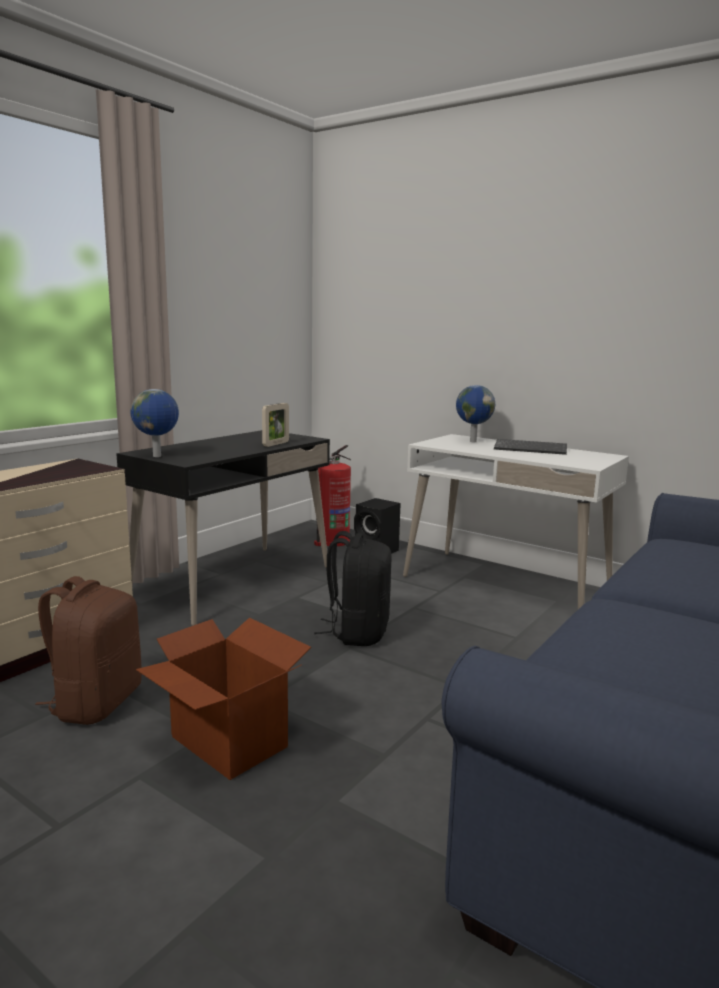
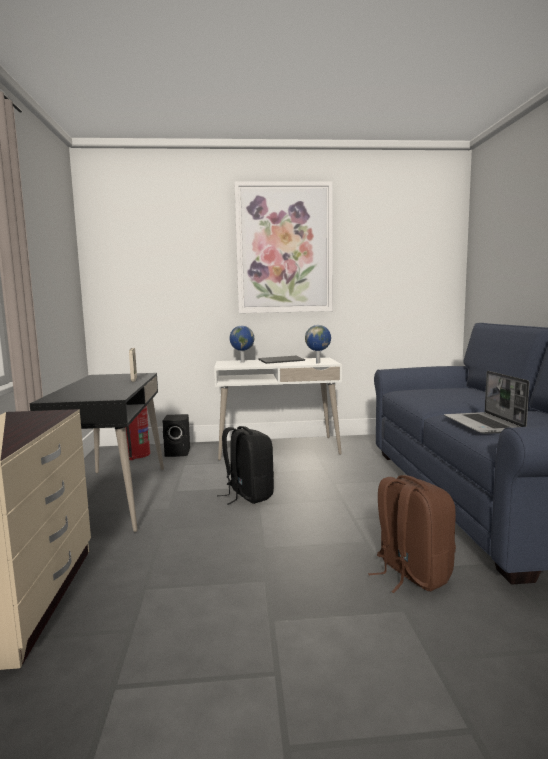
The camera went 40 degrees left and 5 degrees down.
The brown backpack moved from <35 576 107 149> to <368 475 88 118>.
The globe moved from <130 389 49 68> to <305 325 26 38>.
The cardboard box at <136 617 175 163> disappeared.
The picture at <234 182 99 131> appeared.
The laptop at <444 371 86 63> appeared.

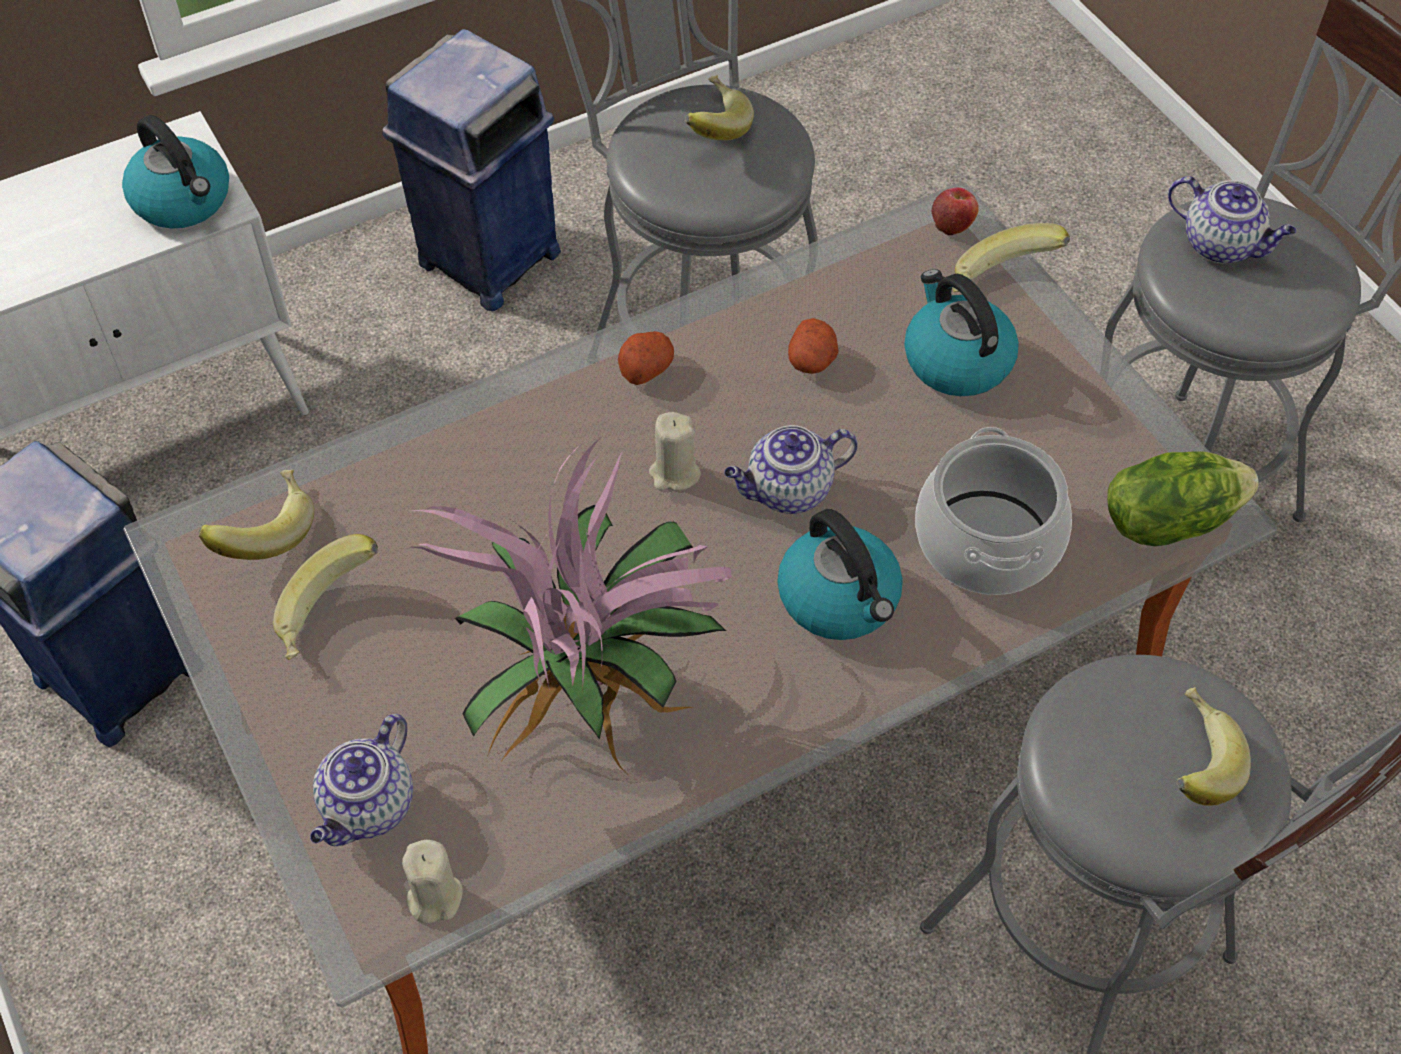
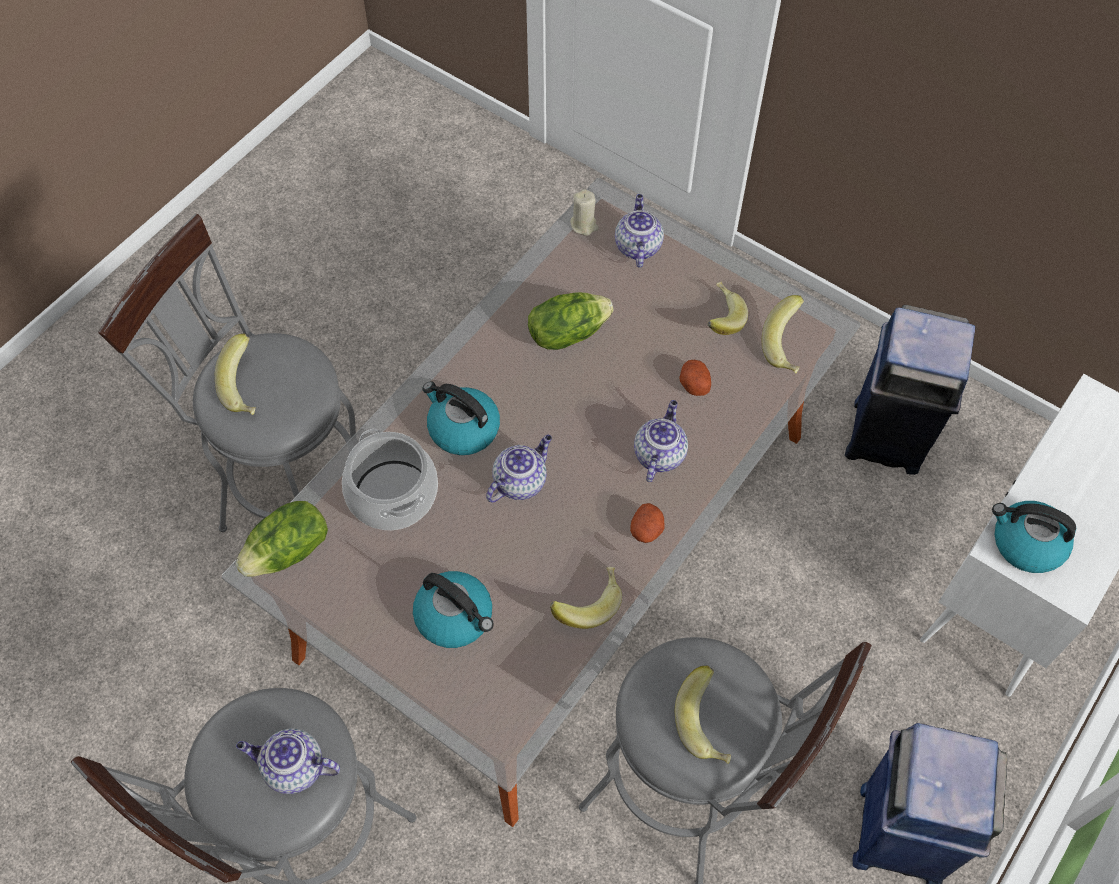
The camera went 155 degrees right and 5 degrees up.
The potted plant at <411 438 321 334> was replaced by the lettuce at <528 292 85 58>.
The beige candle at <649 412 52 79> disappeared.
The potato moved from <788 318 51 56> to <679 360 32 36>.
The apple at <932 187 47 48> disappeared.
The banana moved from <952 223 118 69> to <550 567 72 62>.
The teapot at <634 400 54 82> appeared.

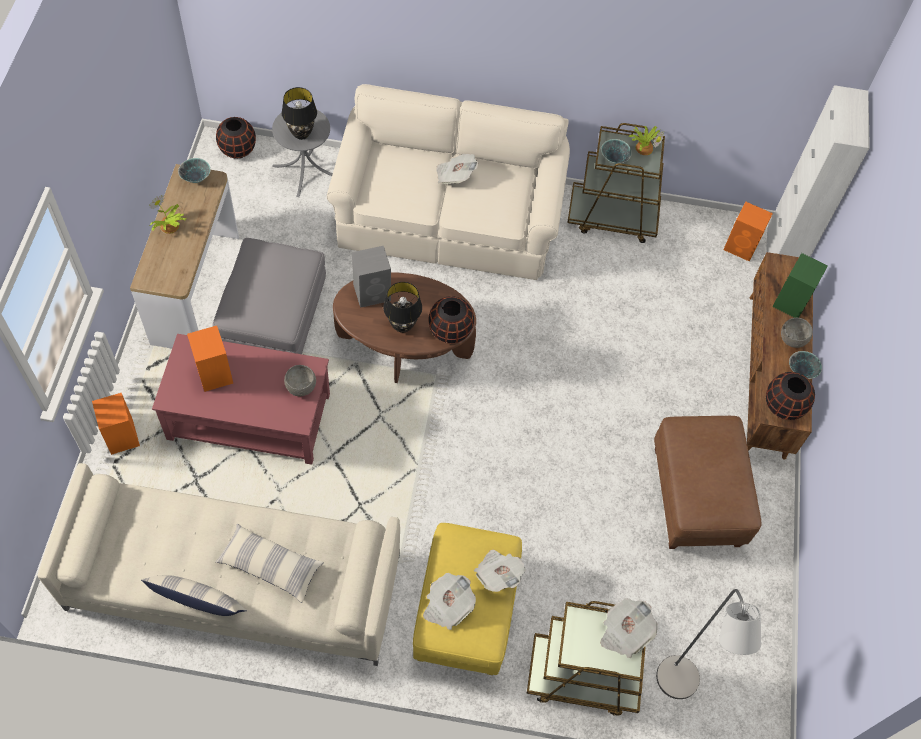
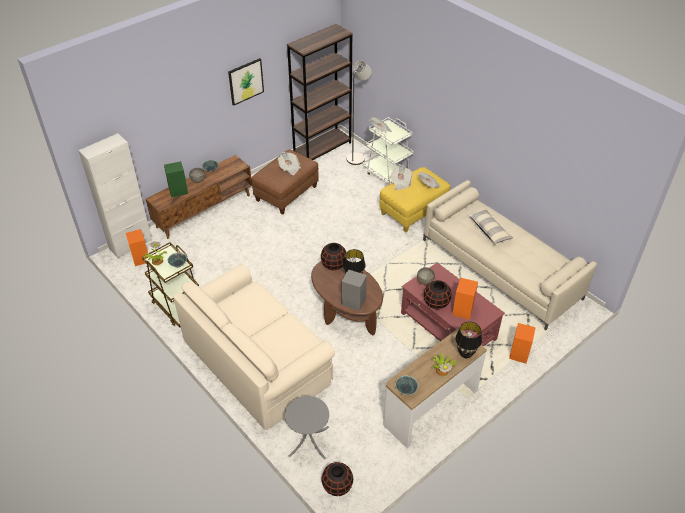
The camera went 135 degrees left and 15 degrees down.
The pillow at <141 575 106 41> disappeared.
The grey ottoman at <213 238 113 116> disappeared.
The black table lamp moved from <282 87 35 53> to <455 322 27 36>.
The newspaper moved from <437 154 41 30> to <278 152 23 23>.
The brown cart at <527 601 119 115> became the white cart at <363 117 51 68>.
The black vase moved from <766 372 49 48> to <424 280 28 29>.
The picture at <228 58 36 48> appeared.
The brown bookcase at <287 24 66 136> appeared.

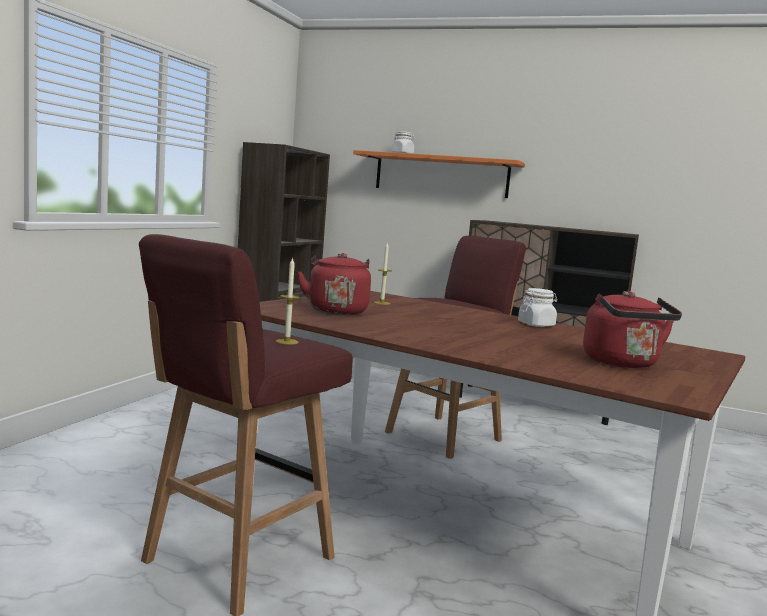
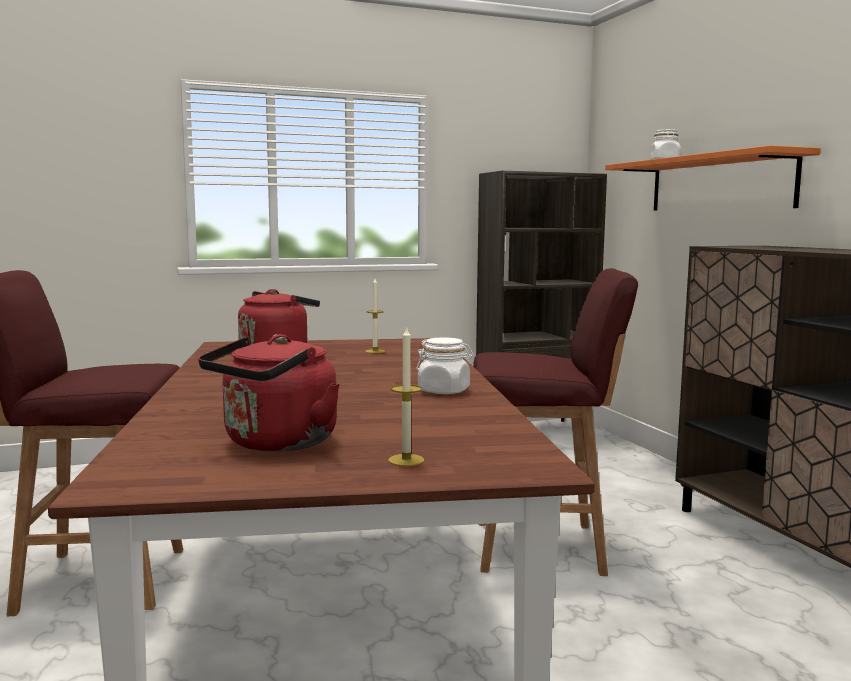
The camera went 50 degrees right and 0 degrees up.
The candle moved from <276 257 24 88> to <388 326 36 140>.

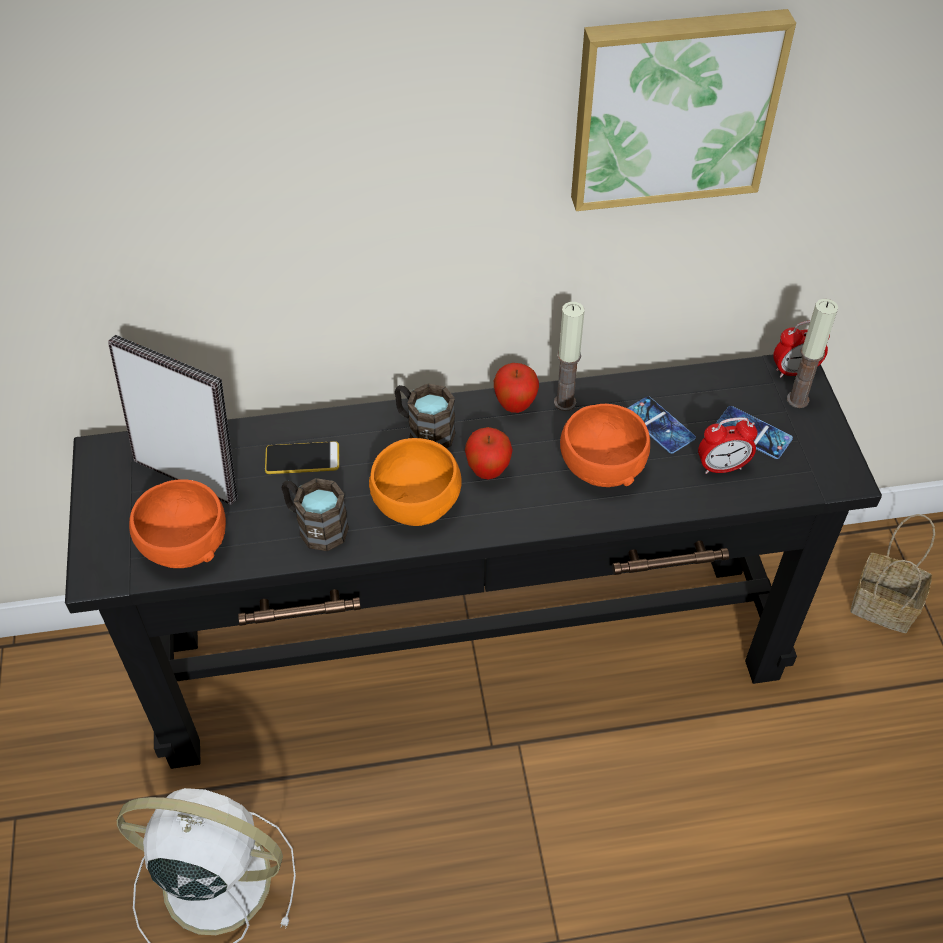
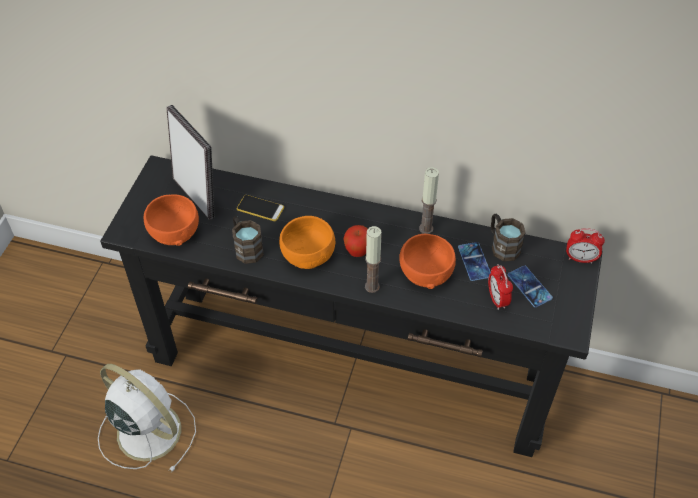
The camera went 25 degrees right and 0 degrees up.
The brown mug moved from <395 384 61 64> to <491 214 35 48>.
The apple at <494 363 45 50> disappeared.
The picture at <571 9 225 202> disappeared.
The alarm clock at <698 417 60 57> turned 60 degrees clockwise.
The candle moved from <787 299 51 109> to <365 226 17 67>.
The basket at <851 514 84 119> disappeared.

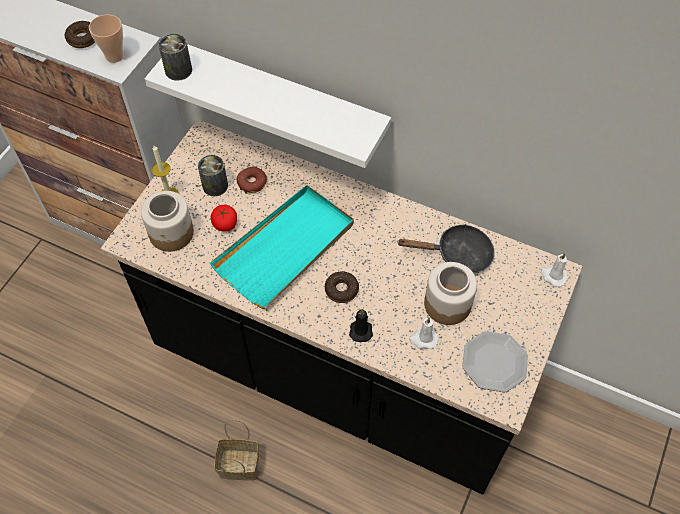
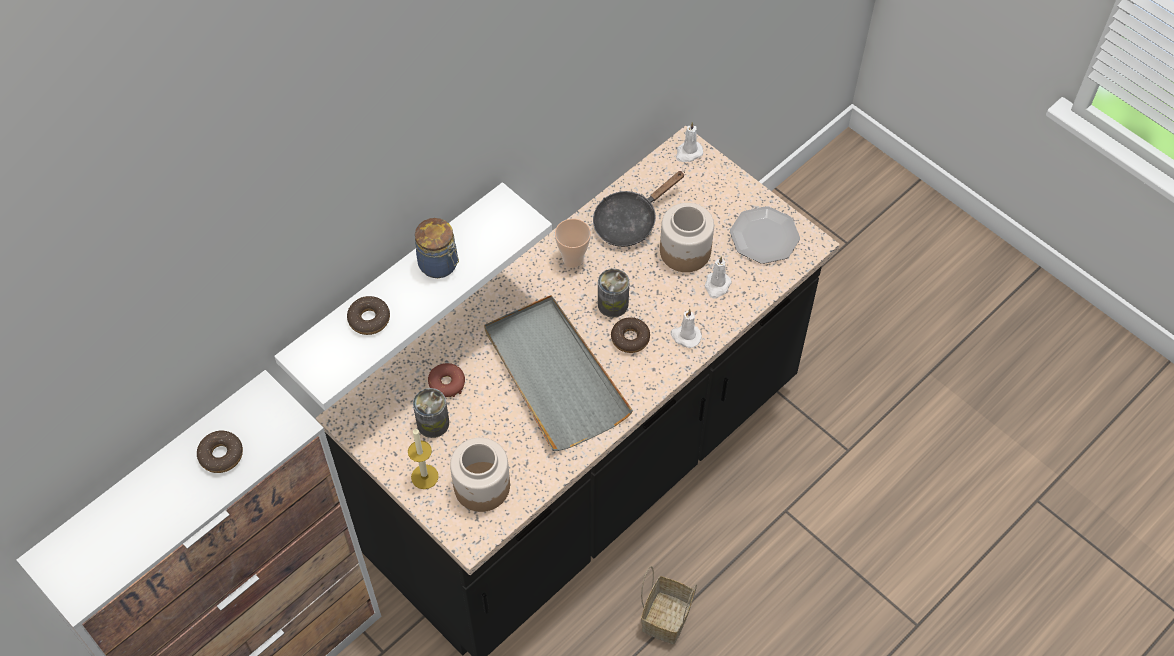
The camera went 70 degrees left and 0 degrees up.
The cup moved from <89 14 35 49> to <555 219 36 49>.
The can moved from <158 34 34 47> to <598 268 32 49>.
The turquoise tray at <210 185 144 124> became the grey tray at <484 295 149 156>.
The tomato at <211 205 26 27> disappeared.
The black candle at <349 309 24 33> became the white candle at <670 309 32 39>.
The black frying pan at <398 224 97 49> turned 150 degrees counterclockwise.
The donut at <347 296 43 39> appeared.
The jar at <415 218 44 60> appeared.

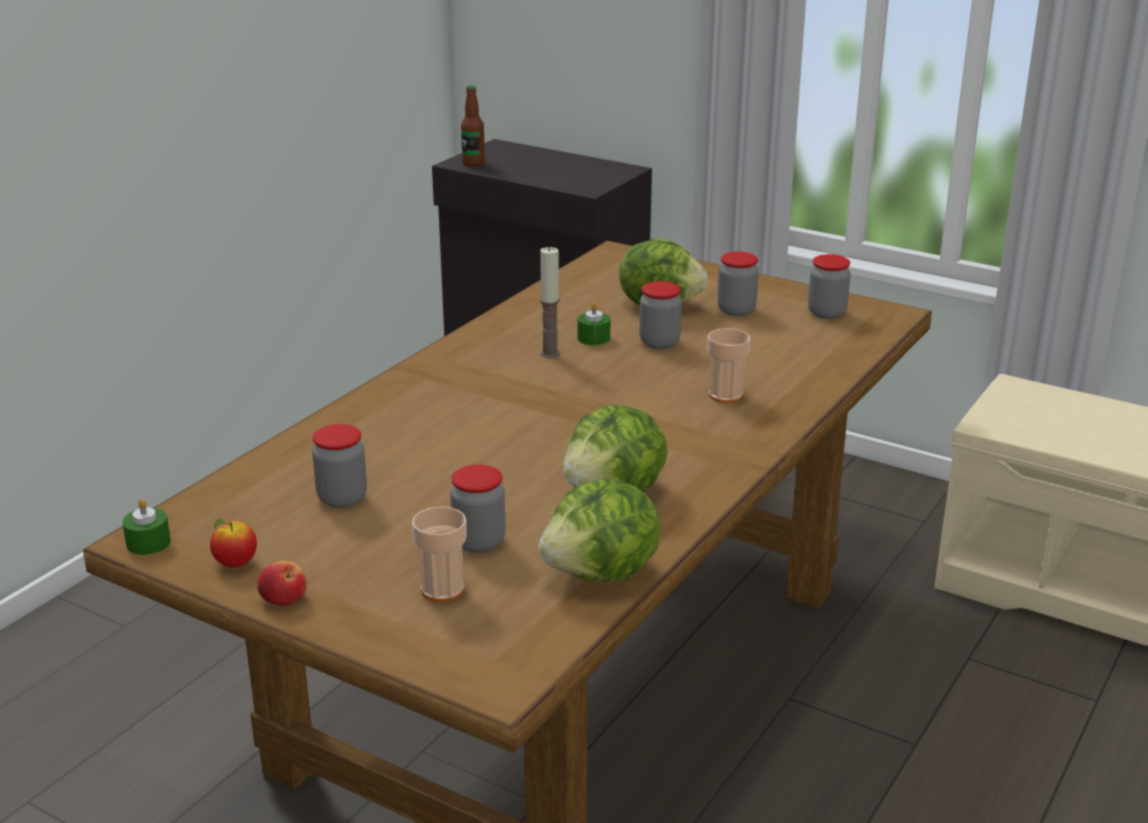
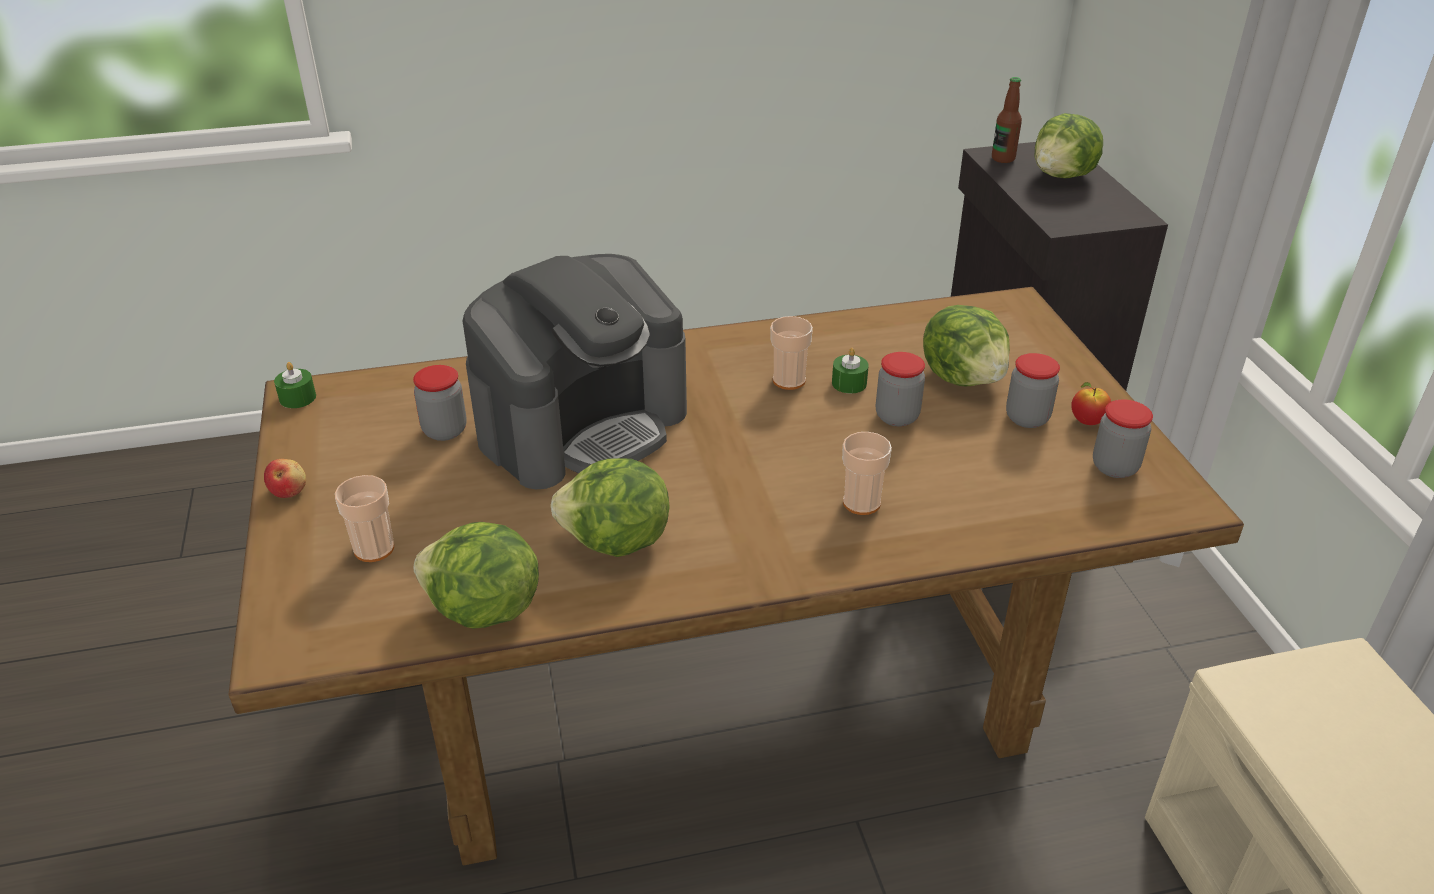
The camera went 45 degrees right and 10 degrees up.
The apple moved from <210 519 47 49> to <1071 382 40 43>.
The jar at <450 464 56 89> disappeared.
The candle at <540 247 20 111> was replaced by the cup at <770 316 43 74>.
The coffee machine at <463 254 224 235> appeared.
The lettuce at <1035 113 68 66> appeared.

